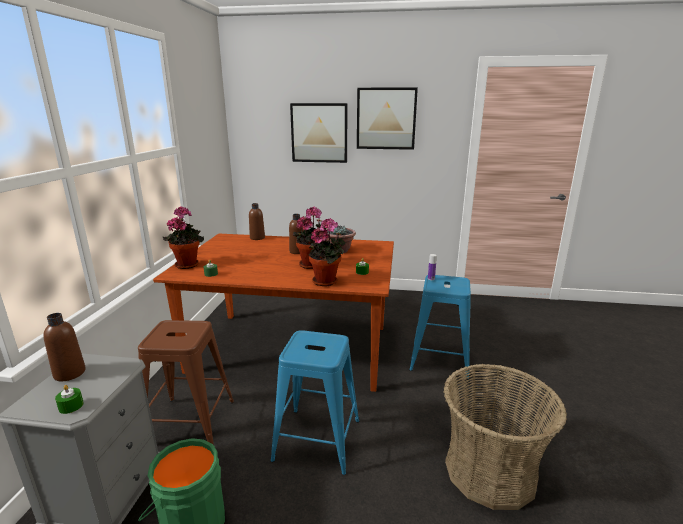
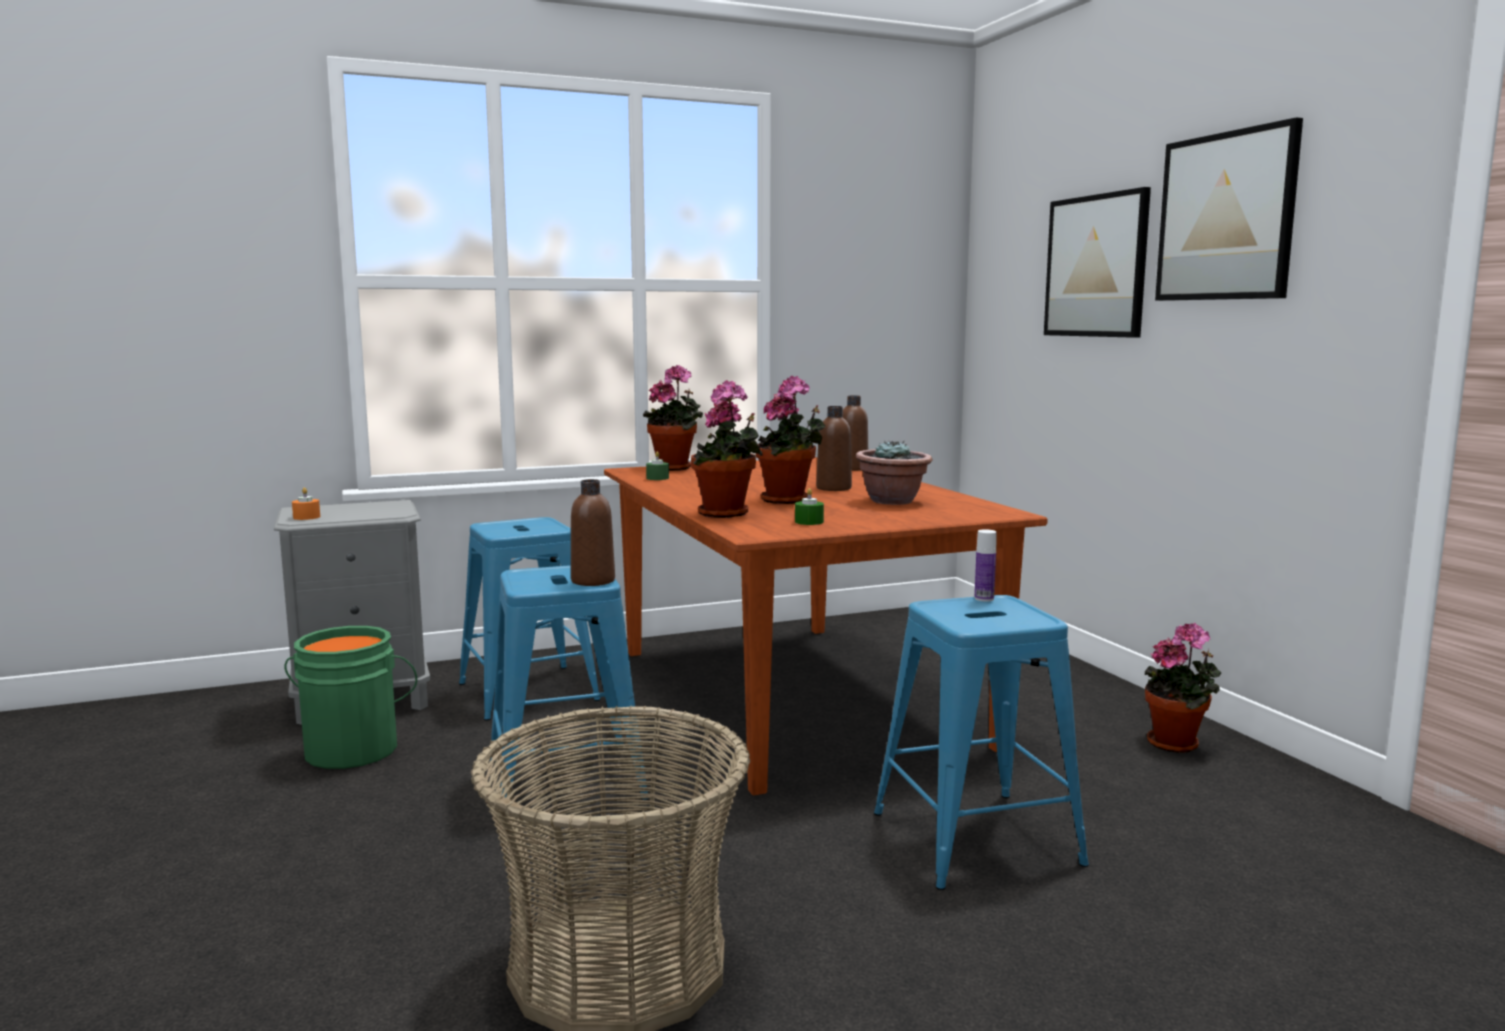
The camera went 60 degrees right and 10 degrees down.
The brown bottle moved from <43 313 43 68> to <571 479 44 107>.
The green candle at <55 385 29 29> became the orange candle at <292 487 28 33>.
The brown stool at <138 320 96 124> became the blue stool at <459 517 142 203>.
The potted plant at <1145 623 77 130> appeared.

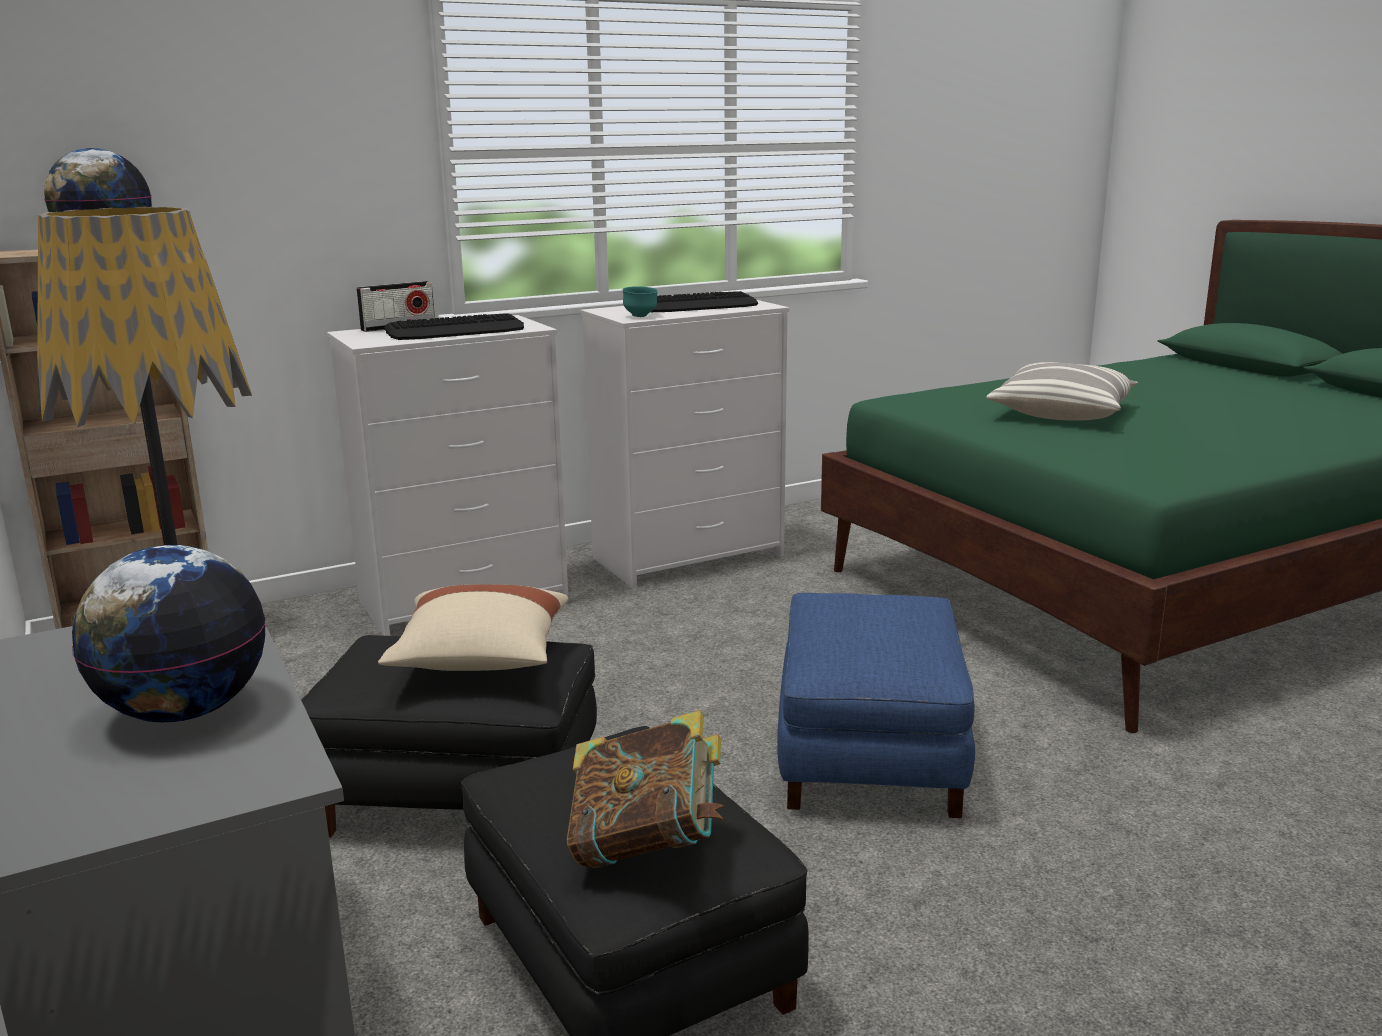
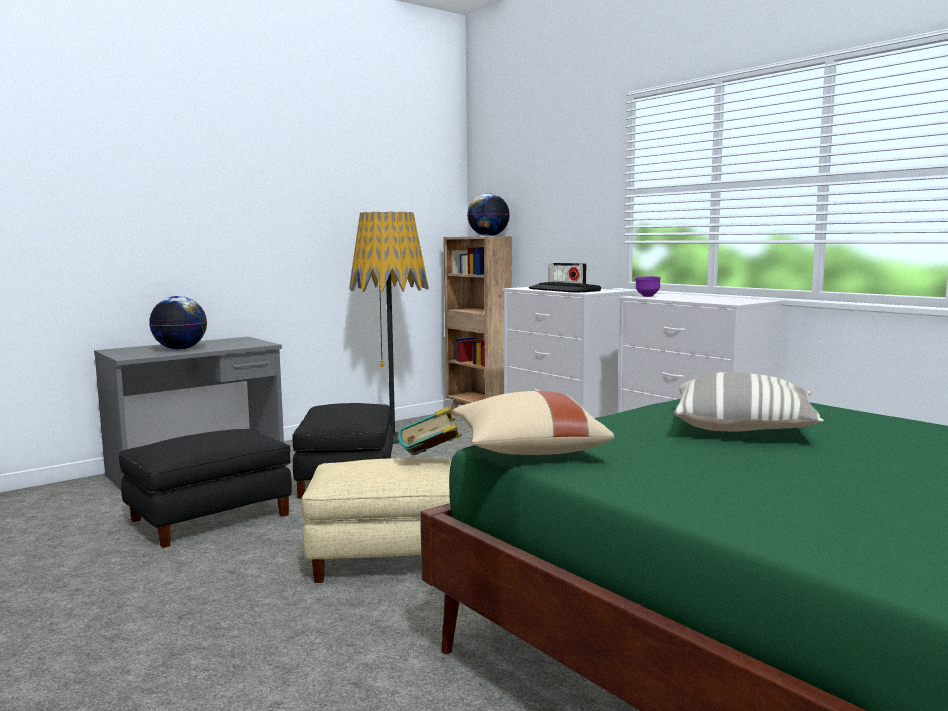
The camera went 80 degrees right and 10 degrees down.
The beige pillow moved from <378 584 190 87> to <453 391 161 64>.
The book moved from <567 710 156 158> to <398 407 64 48>.
The turquoise bowl at <623 286 35 31> became the purple bowl at <635 276 26 21>.
The keyboard at <651 291 107 21> disappeared.
The blue ottoman at <777 593 198 225> became the beige ottoman at <302 458 149 125>.

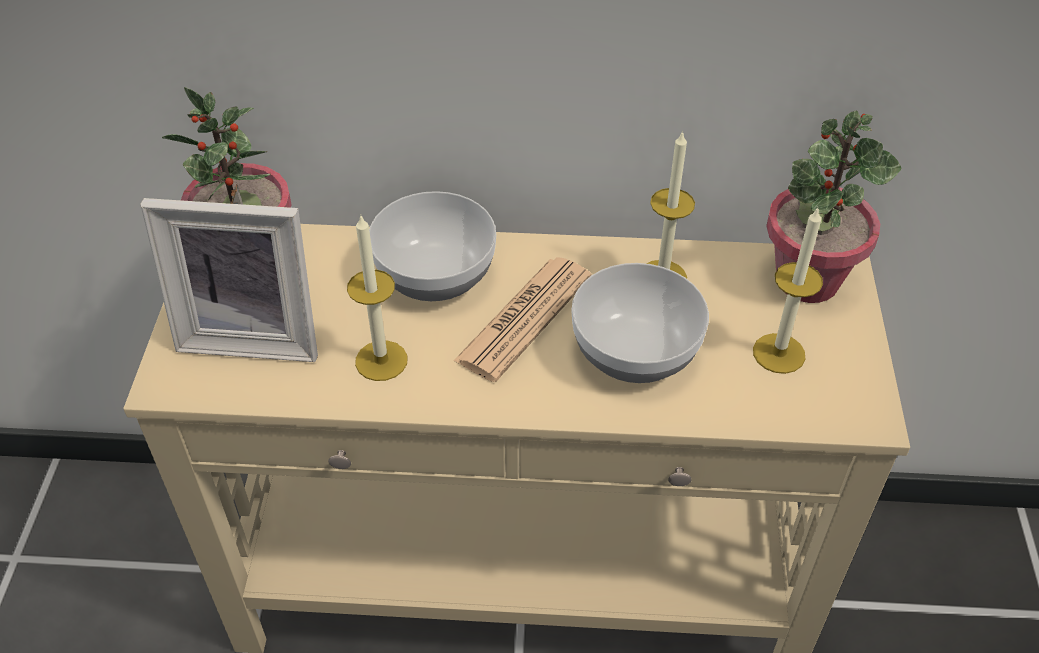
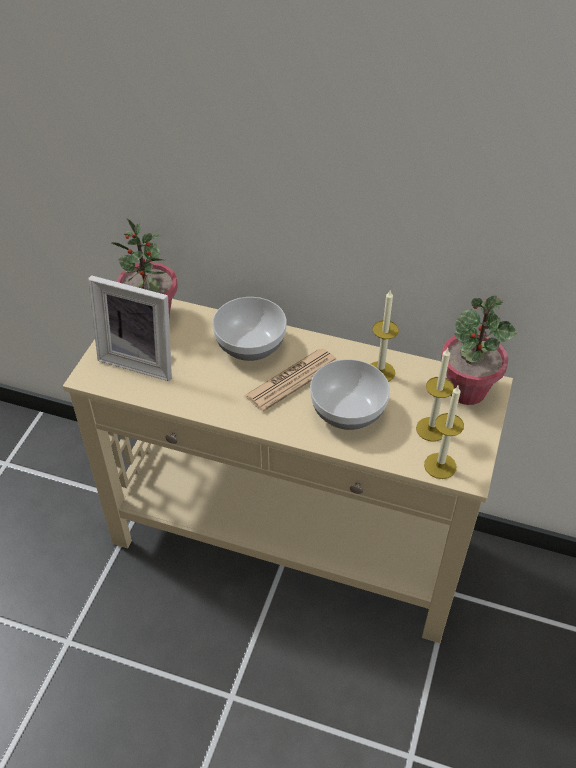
The camera went 15 degrees right and 0 degrees up.
The candle moved from <347 214 60 167> to <424 386 40 93>.

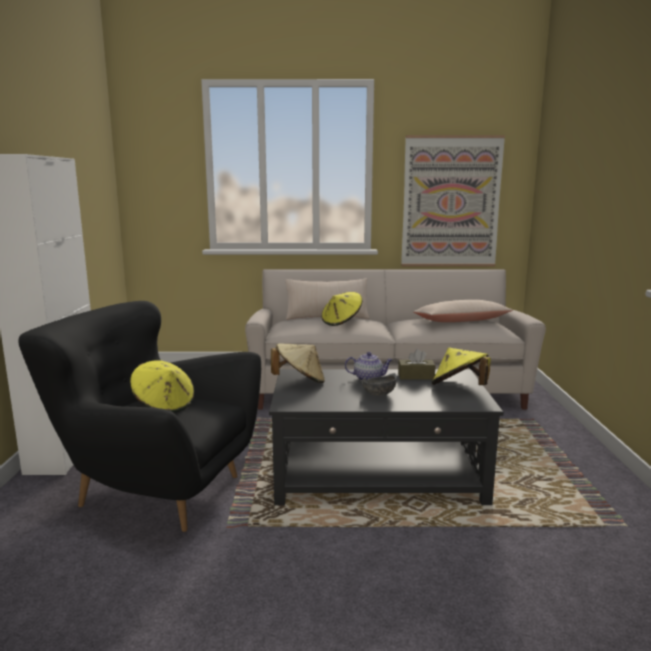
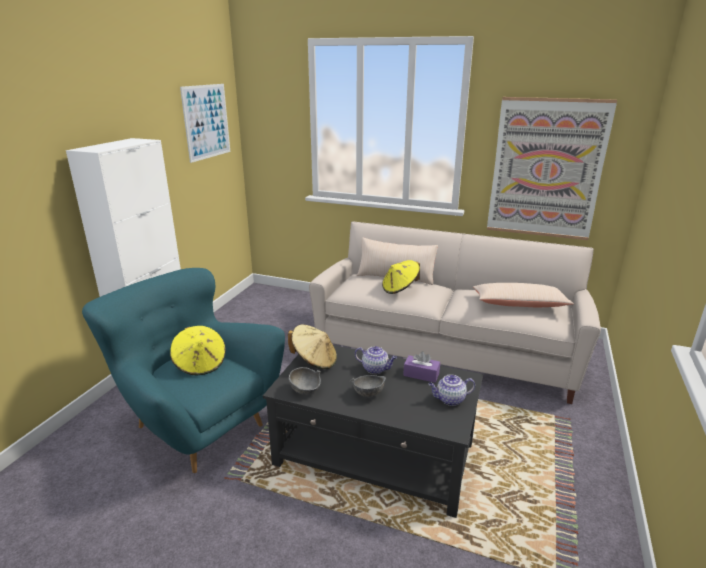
The camera went 20 degrees right and 10 degrees up.
The black armchair at <18 301 243 231> became the turquoise armchair at <82 268 203 205>.
The brown tissue box at <398 349 37 31> became the purple tissue box at <403 351 37 32>.
The yellow hat at <432 348 59 37> was replaced by the teapot at <428 375 47 31>.
The picture at <180 84 50 79> appeared.
The grey bowl at <289 367 32 28> appeared.

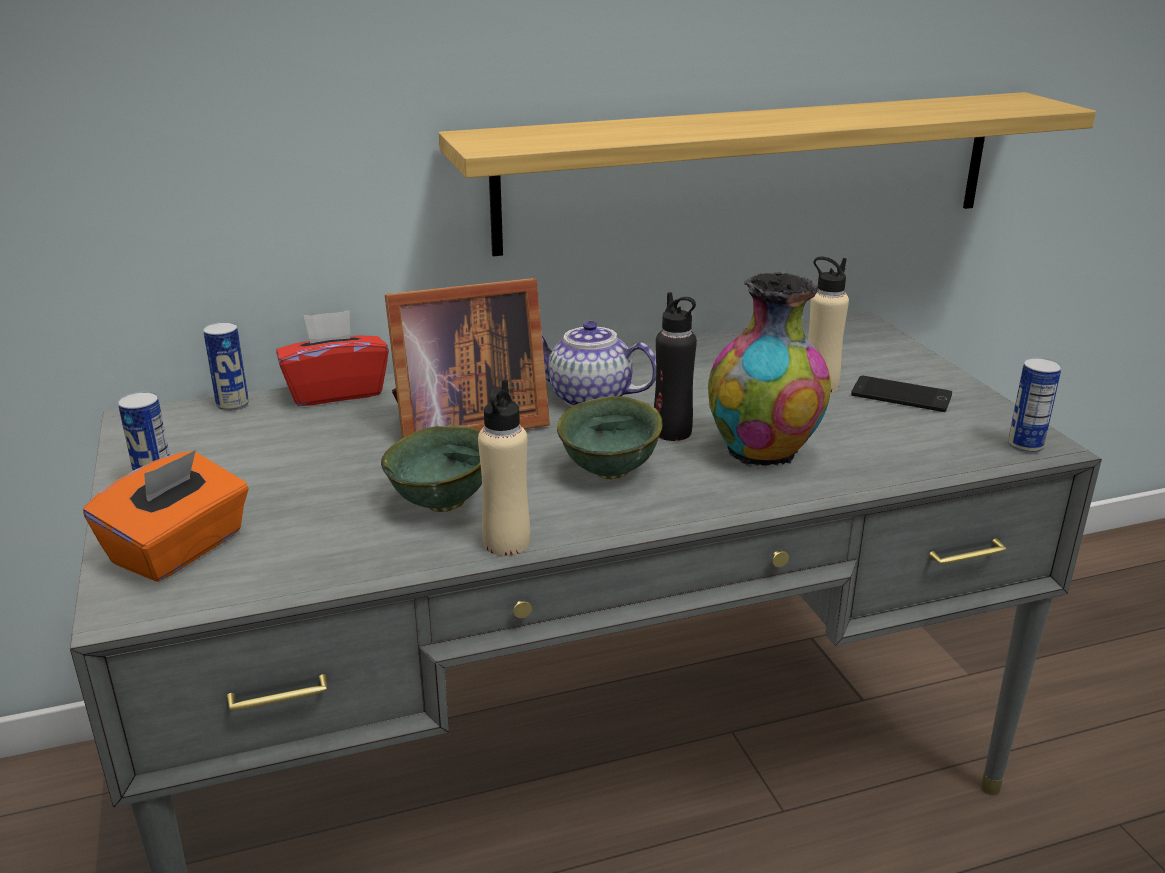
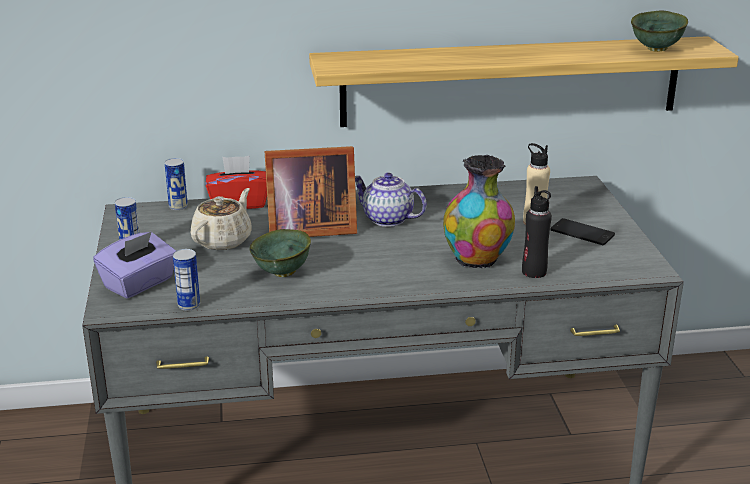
The camera went 10 degrees right and 0 degrees up.
The orange tissue box at <83 450 166 132> became the purple tissue box at <93 231 83 68>.
The beige bottle at <478 380 52 176> disappeared.
The green bowl moved from <557 396 106 83> to <631 11 57 41>.
The black bottle moved from <654 292 43 149> to <522 186 30 92>.
The can moved from <1008 357 54 96> to <173 249 27 62>.
The beige teapot at <191 188 60 62> appeared.

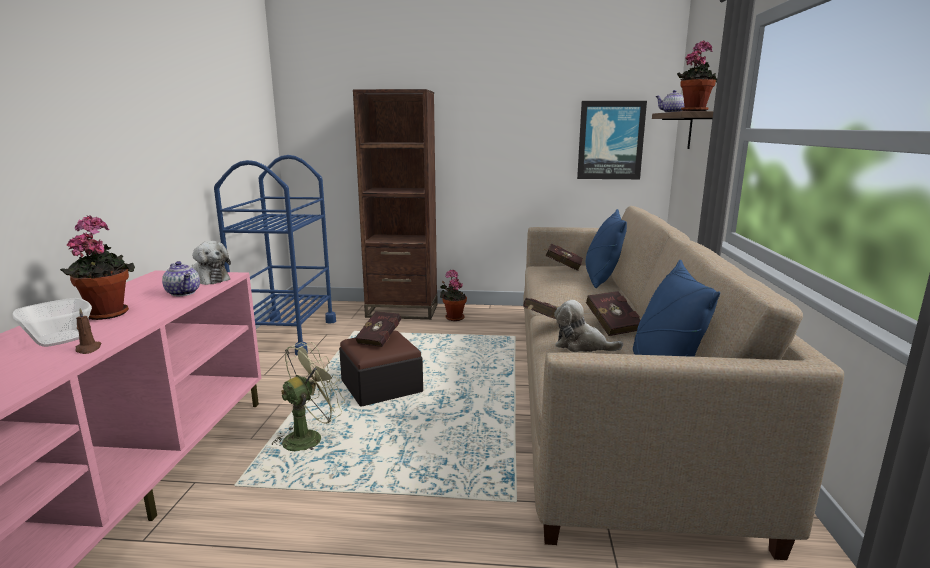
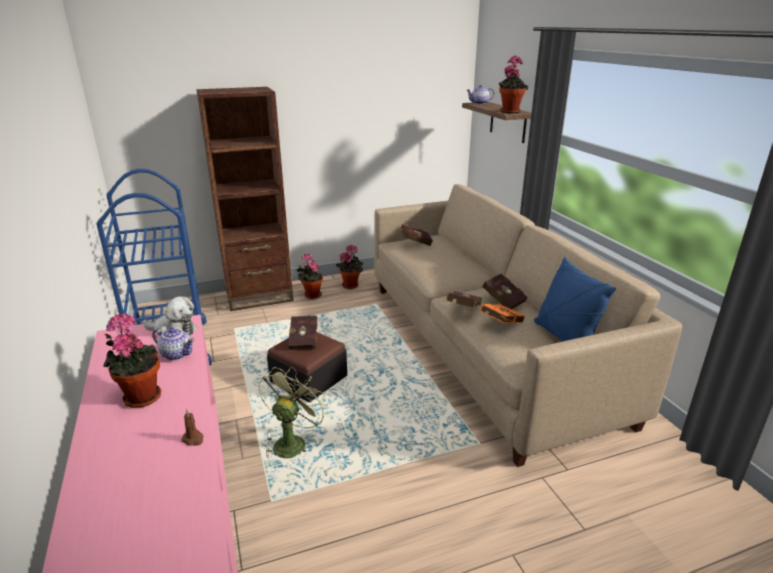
The camera went 25 degrees left and 10 degrees up.
The bowl at <12 298 80 49> disappeared.
The plush toy at <554 300 69 52> was replaced by the orange book at <480 304 45 19>.
The picture at <577 101 70 78> disappeared.
The blue pillow at <586 209 41 79> disappeared.
The potted plant at <336 244 27 45> appeared.

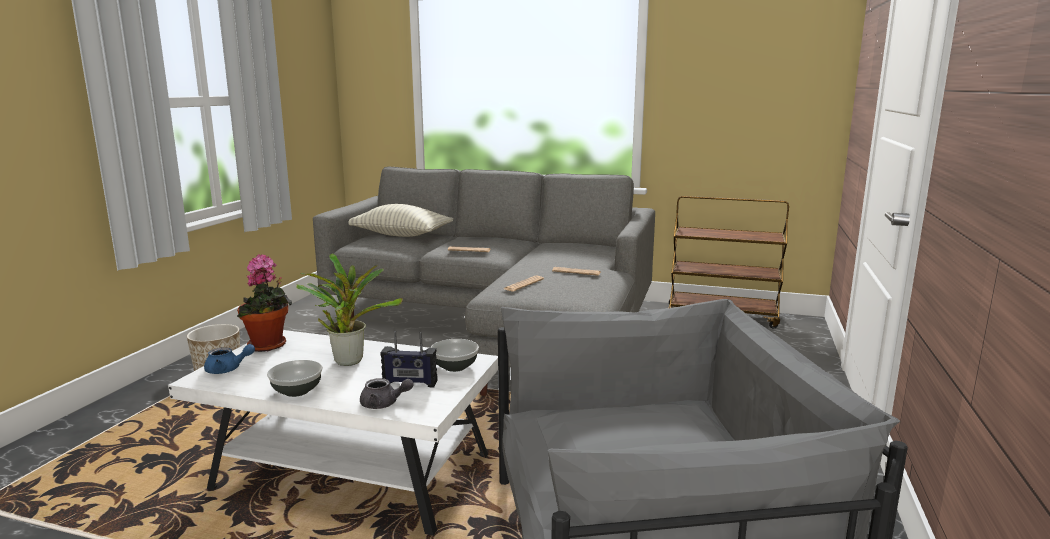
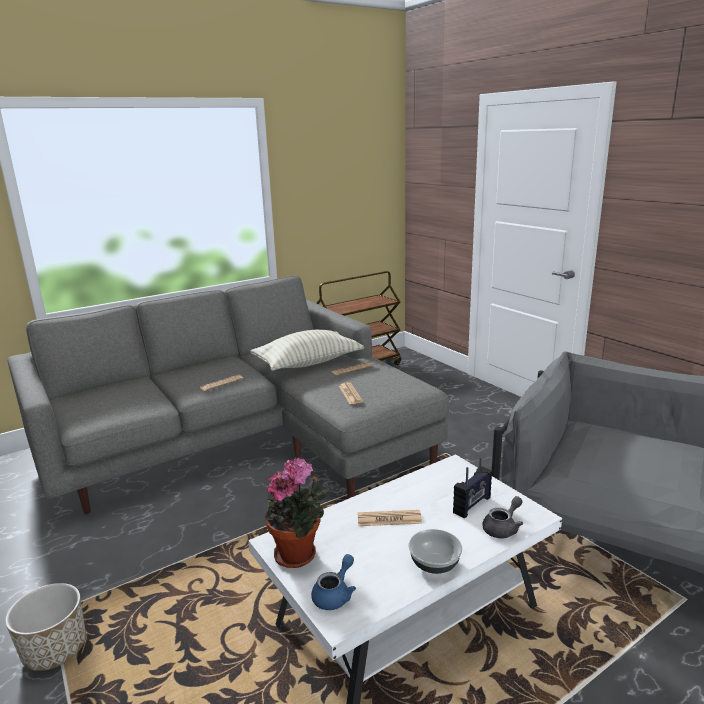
The camera went 50 degrees left and 5 degrees up.
The potted plant at <296 253 107 113> was replaced by the newspaper at <357 510 65 16>.
The pillow moved from <348 204 106 33> to <250 330 114 41>.
The bowl at <431 339 48 33> disappeared.

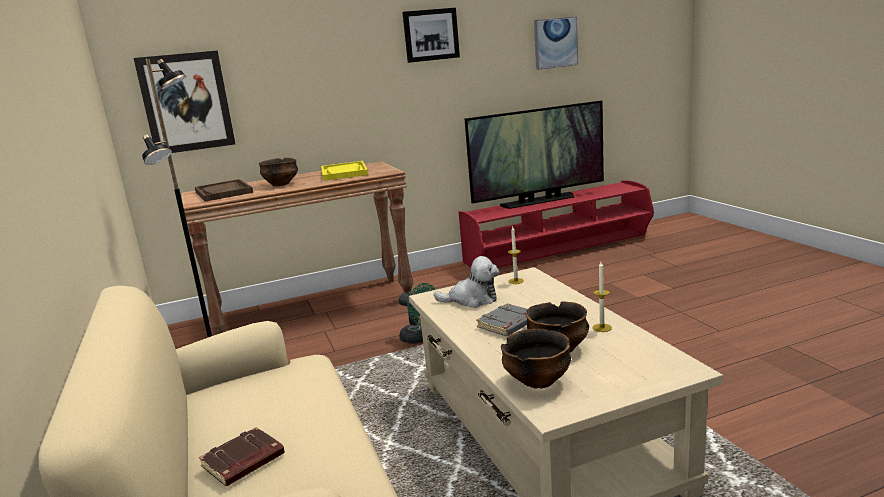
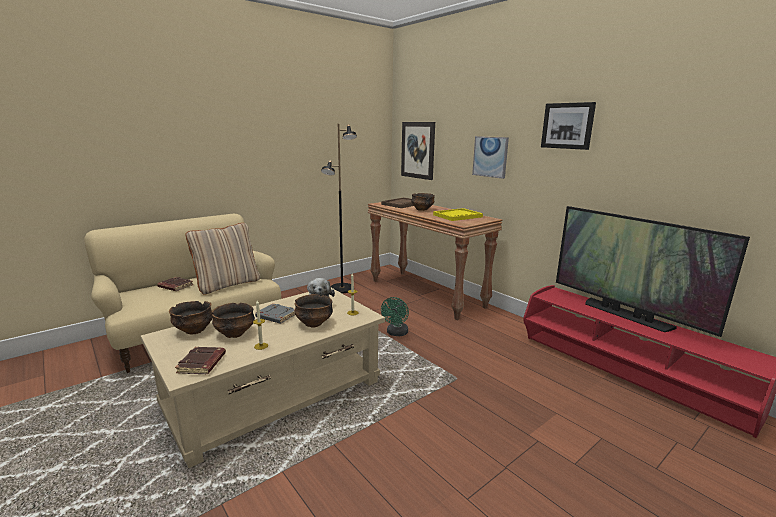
The camera went 70 degrees right and 0 degrees up.
The picture moved from <534 16 44 54> to <472 136 37 43>.
The brown book at <175 347 51 27> appeared.
The beige pillow at <185 223 75 72> appeared.
The bowl at <294 294 39 34> appeared.

